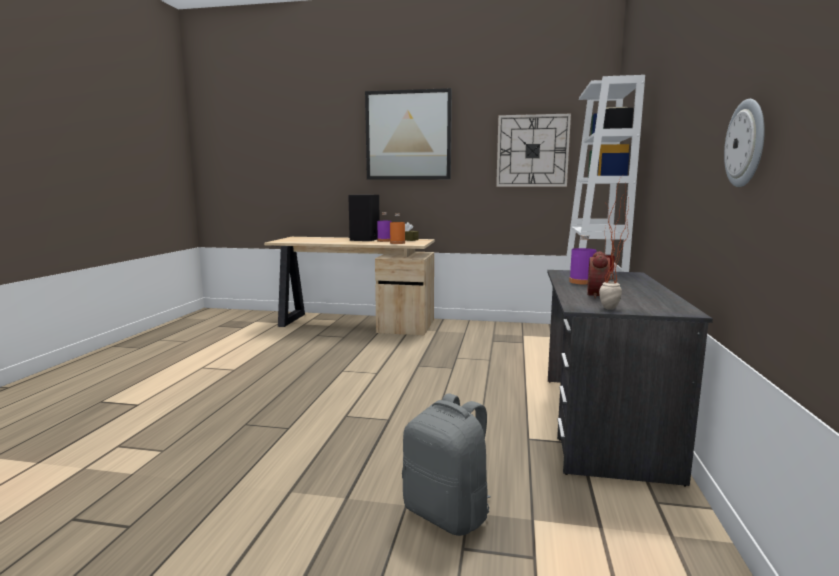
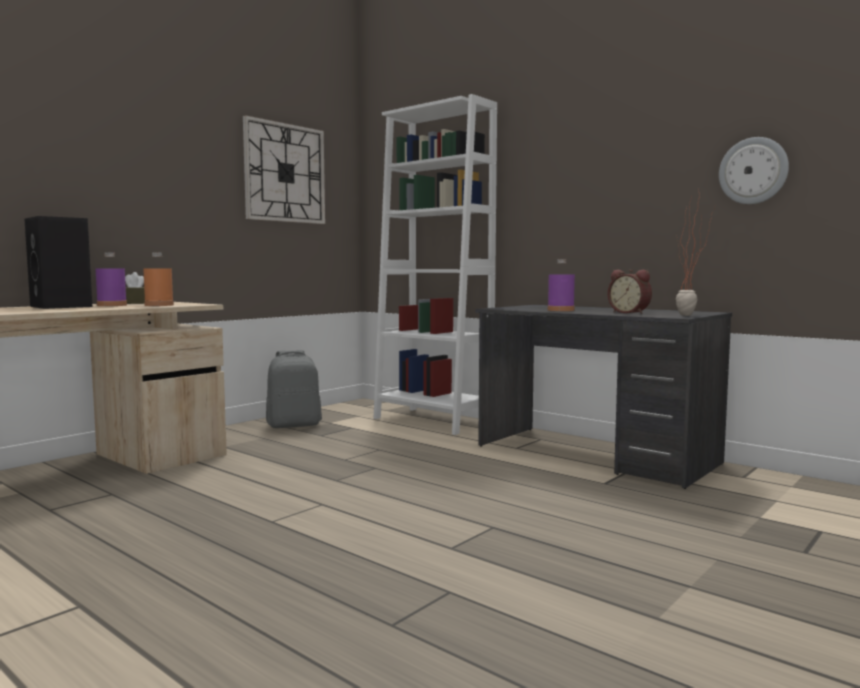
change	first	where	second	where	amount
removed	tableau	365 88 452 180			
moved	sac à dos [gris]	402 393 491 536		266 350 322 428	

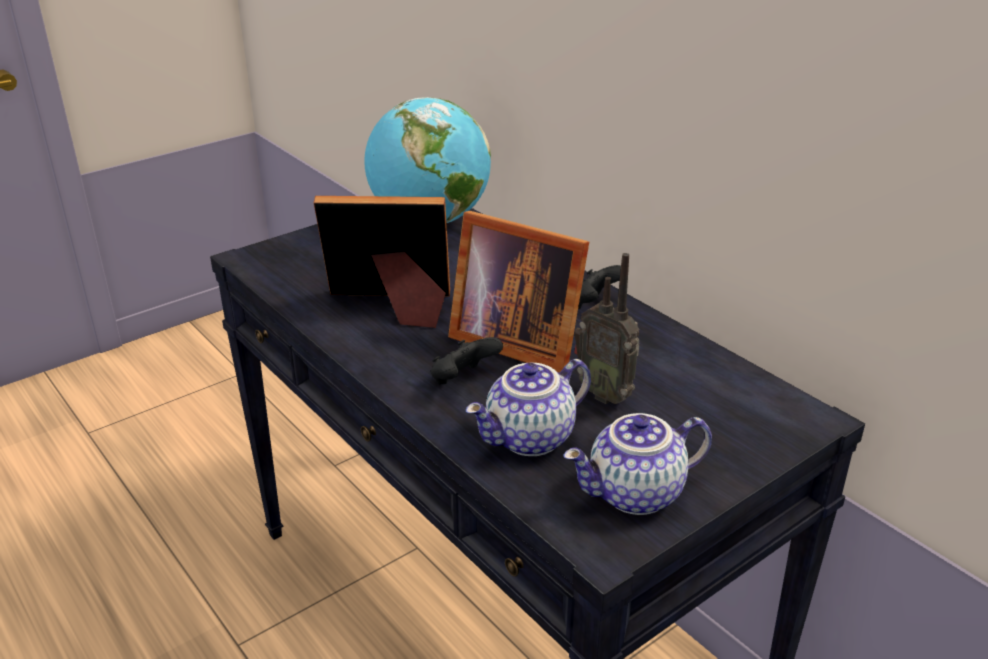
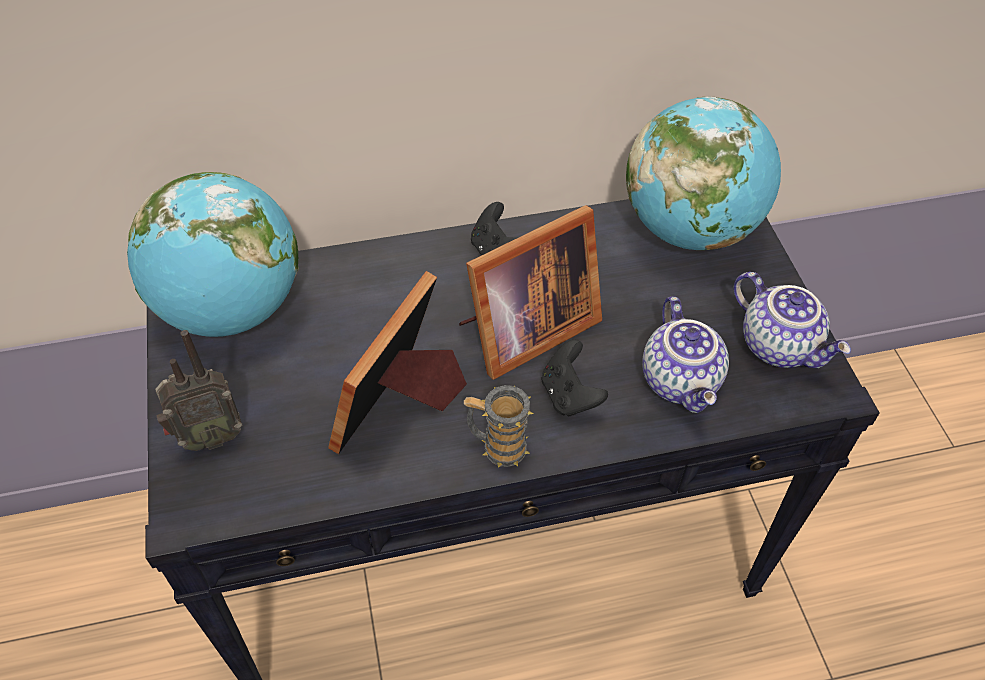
change	first	where	second	where	amount
moved	radio	574 253 639 404		155 330 242 451	
turned	théière	563 413 712 515		733 272 851 368	45 degrees counterclockwise
added			globe	626 97 781 250	
added			mug	464 385 533 468	

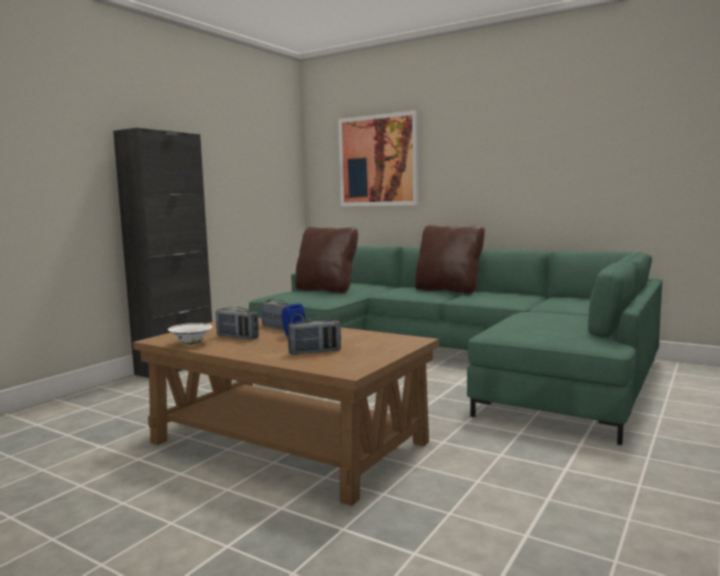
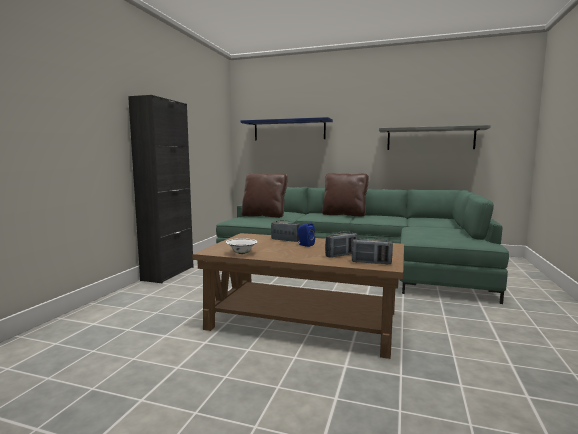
change	first	where	second	where	amount
replaced	tableau	338 110 419 206	étagère [bleu]	240 117 333 141	
moved	radio	216 307 259 339		352 237 393 265	
added			étagère [gris]	379 125 491 150	

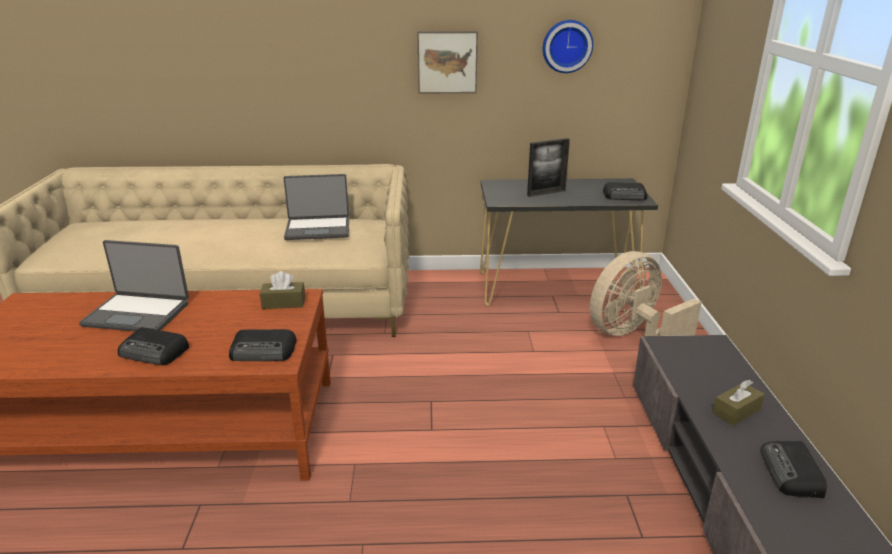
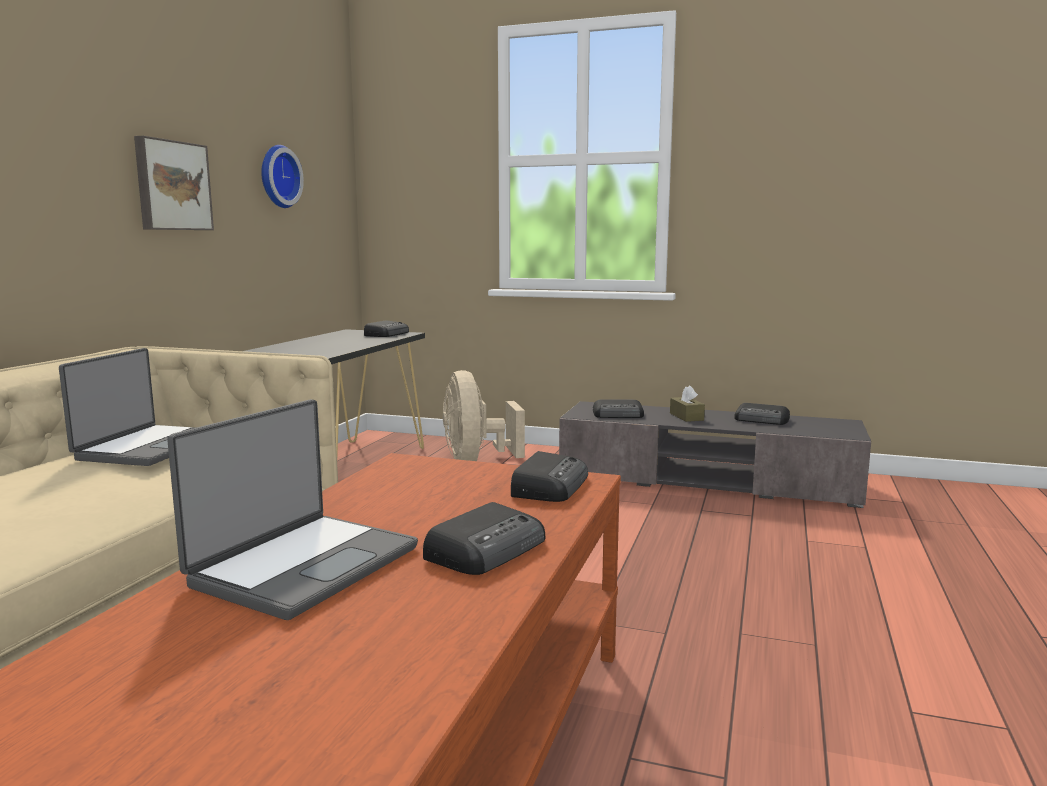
change	first	where	second	where	amount
removed	cadre photo	527 138 570 197			
removed	boîte à mouchoirs [marron]	260 271 305 309			
added			radio	593 399 644 418	

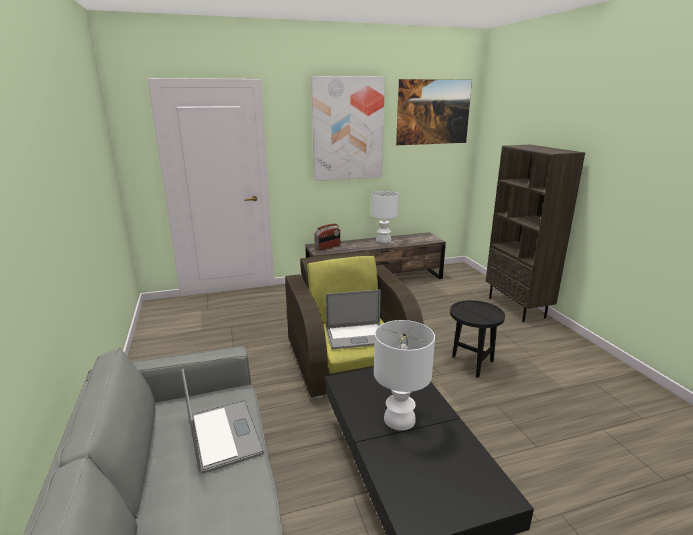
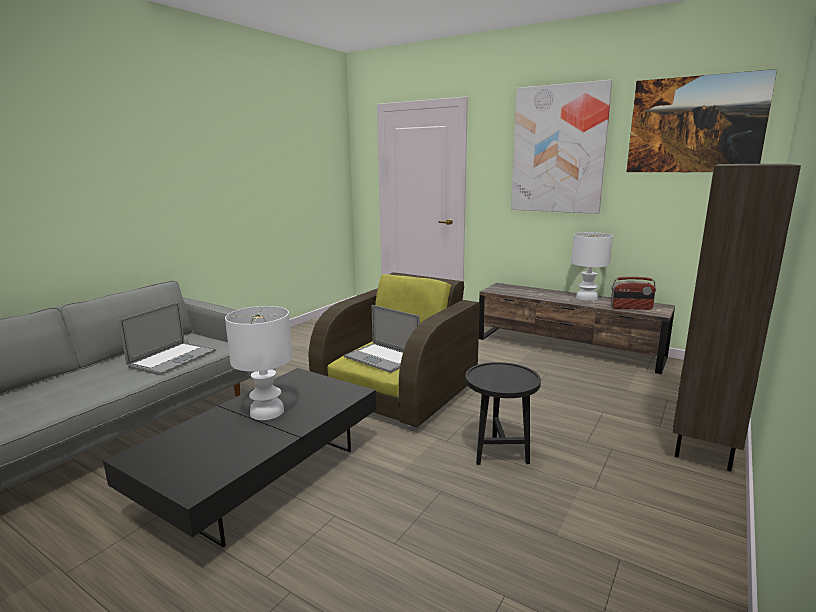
change	first	where	second	where	amount
moved	radio	314 224 340 251		611 277 656 310	

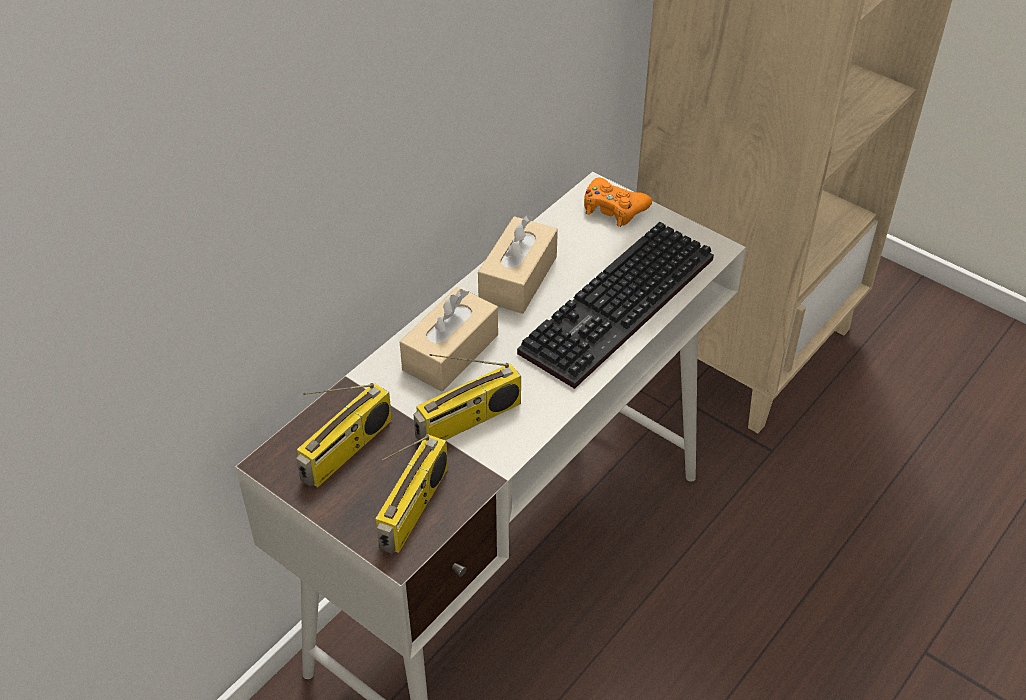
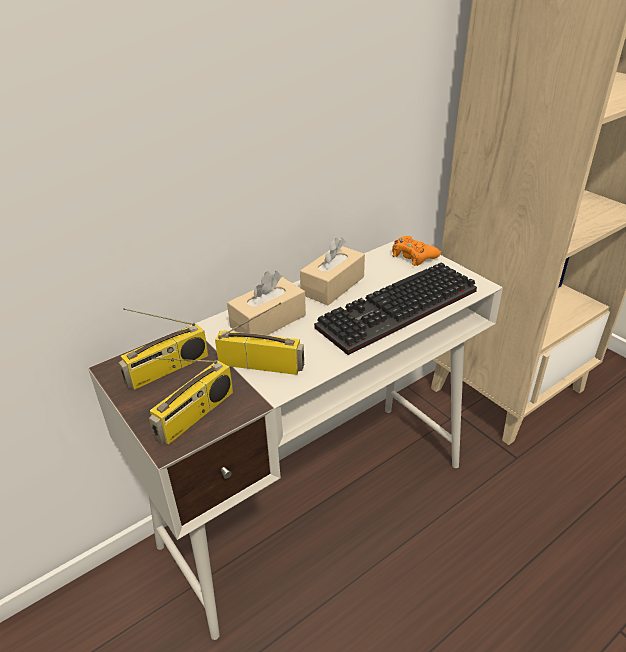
change	first	where	second	where	amount
turned	radio	413 354 521 443		215 303 304 375	150 degrees counterclockwise

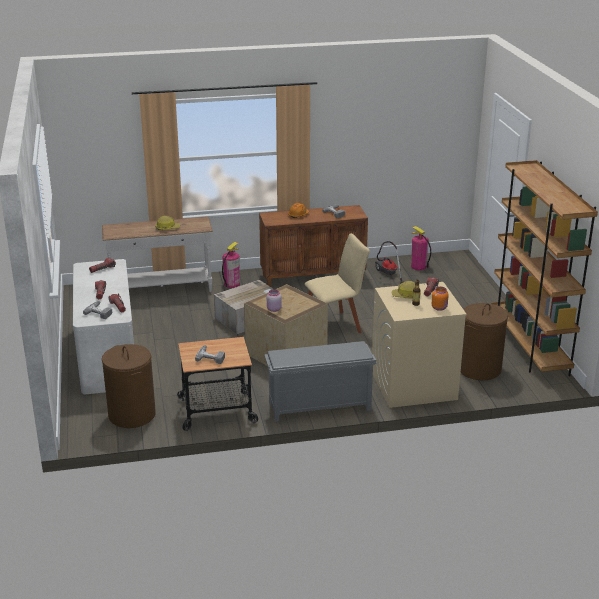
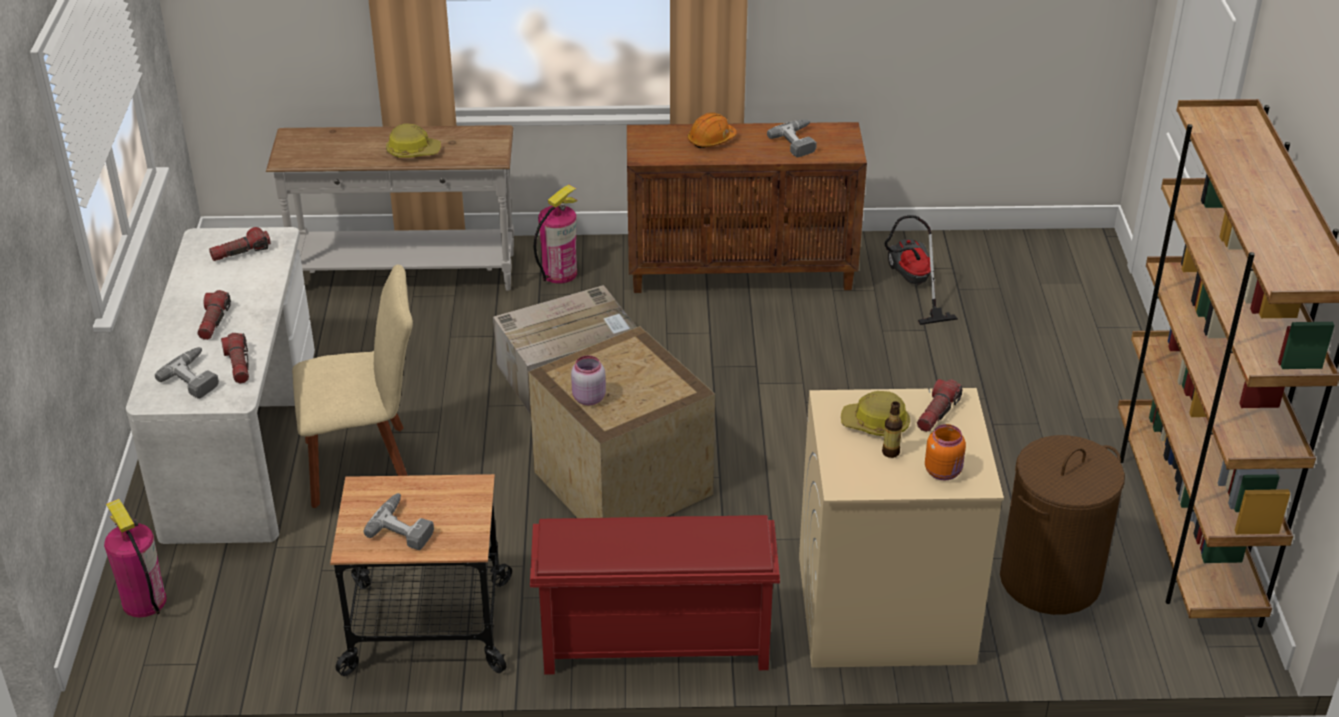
change	first	where	second	where	amount
moved	extincteur	411 226 431 270		104 499 167 617	
moved	chaise [beige]	305 233 370 333		292 264 413 508	
recoloured	étagère à chaussures [gris]	264 341 376 422	étagère à chaussures [rouge]	530 515 780 675	
removed	panier à linge [marron]	102 344 156 428			

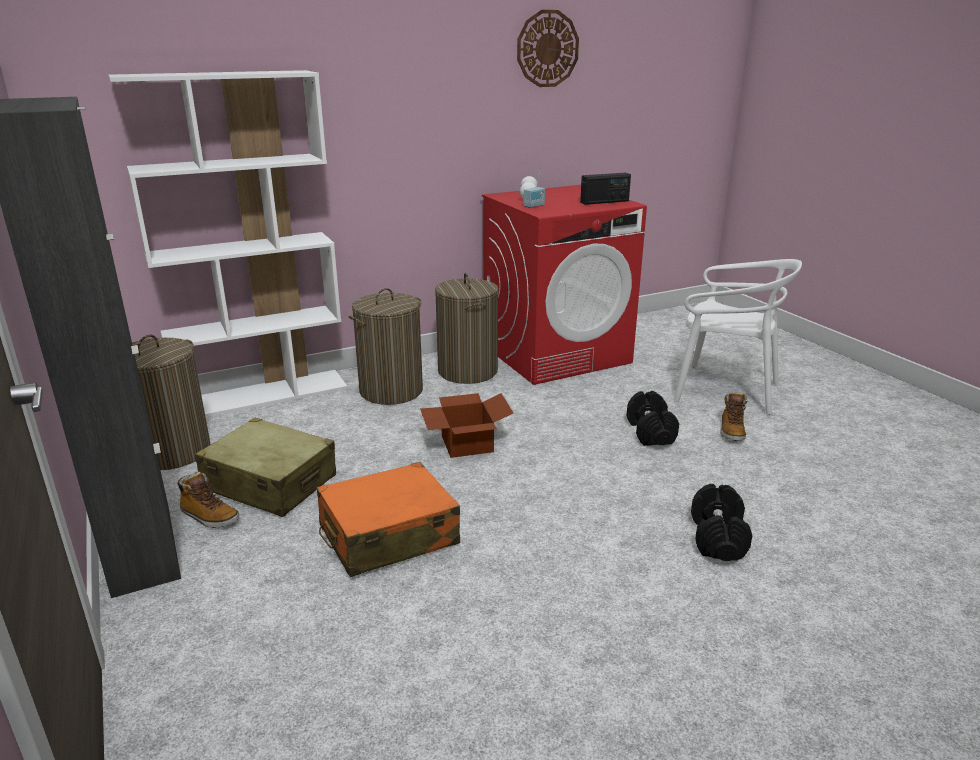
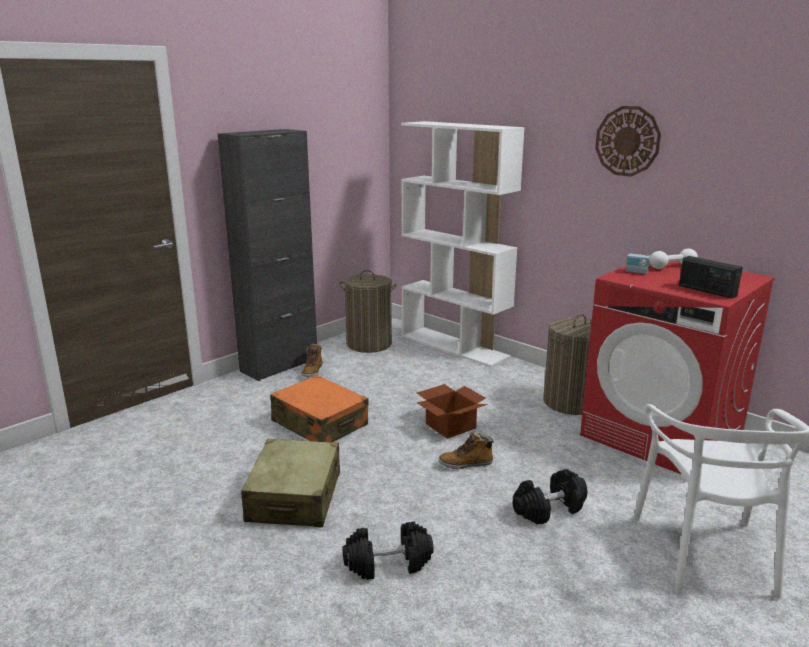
change	first	where	second	where	amount
moved	horloge murale	517 10 579 87		595 106 661 177	
removed	panier à linge	349 288 423 405			
moved	botte	720 392 747 441		439 431 495 469	
moved	valise [beige]	195 417 336 517		241 439 340 527	

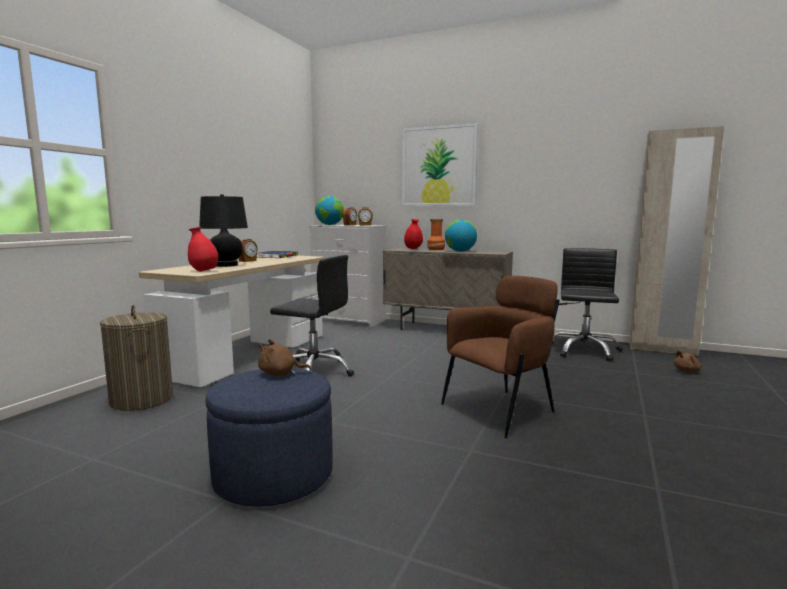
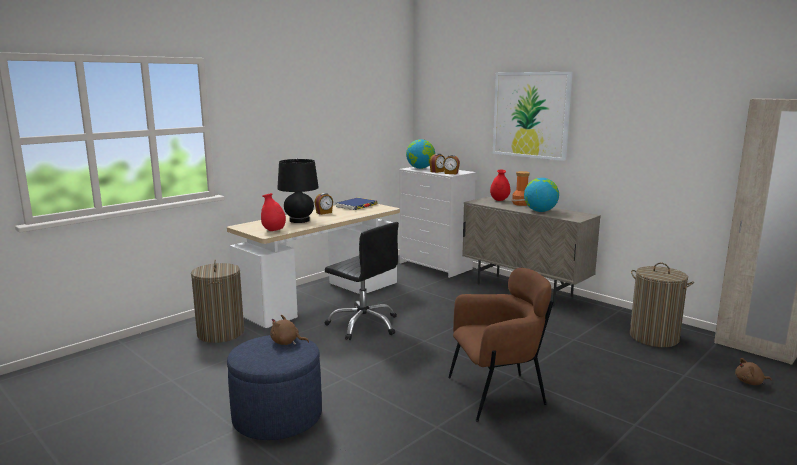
change	first	where	second	where	amount
replaced	chaise de bureau [noir]	552 248 623 361	panier à linge	630 262 694 347	

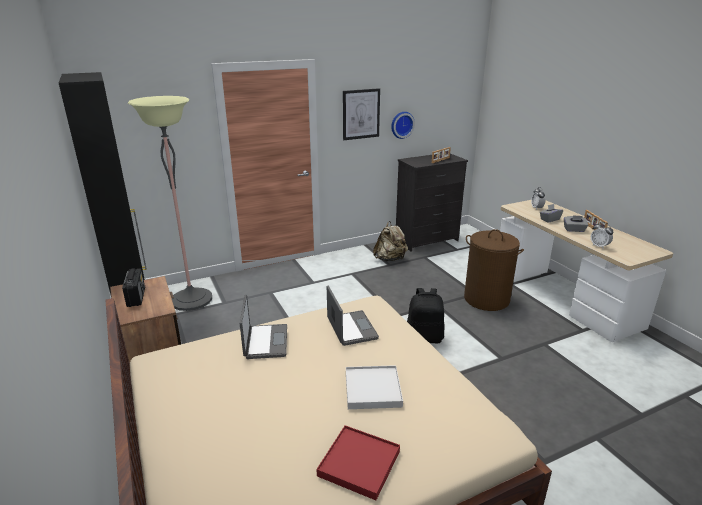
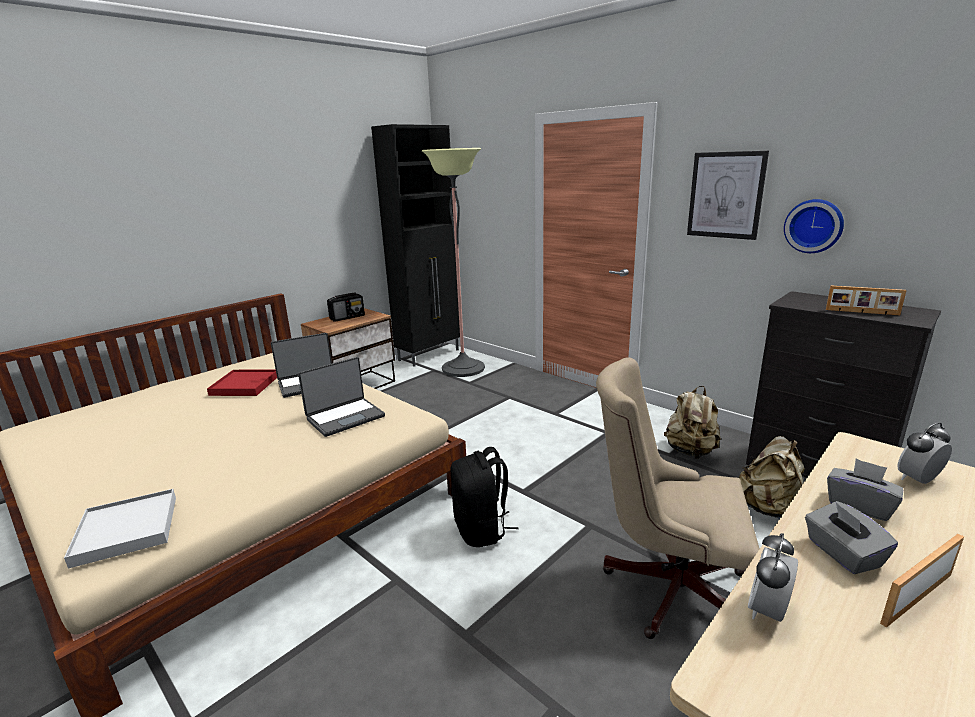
change	first	where	second	where	amount
replaced	panier à linge [marron]	464 229 524 311	chaise de bureau [beige]	596 357 760 639	
moved	plateau [blanc]	346 365 403 409		64 489 176 569	
moved	plateau [rouge]	316 425 400 500		207 370 277 396	
added			sac à dos [beige]	739 436 805 519	

